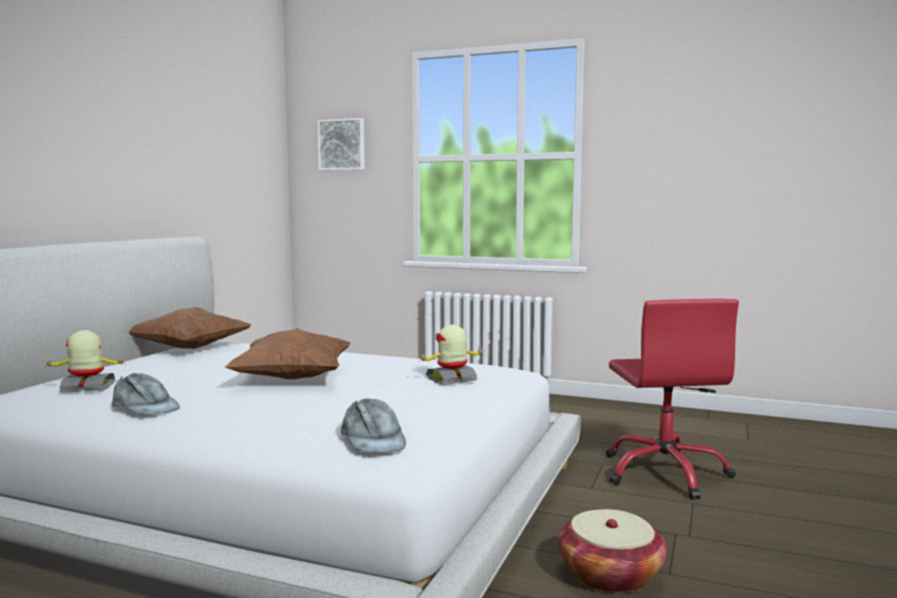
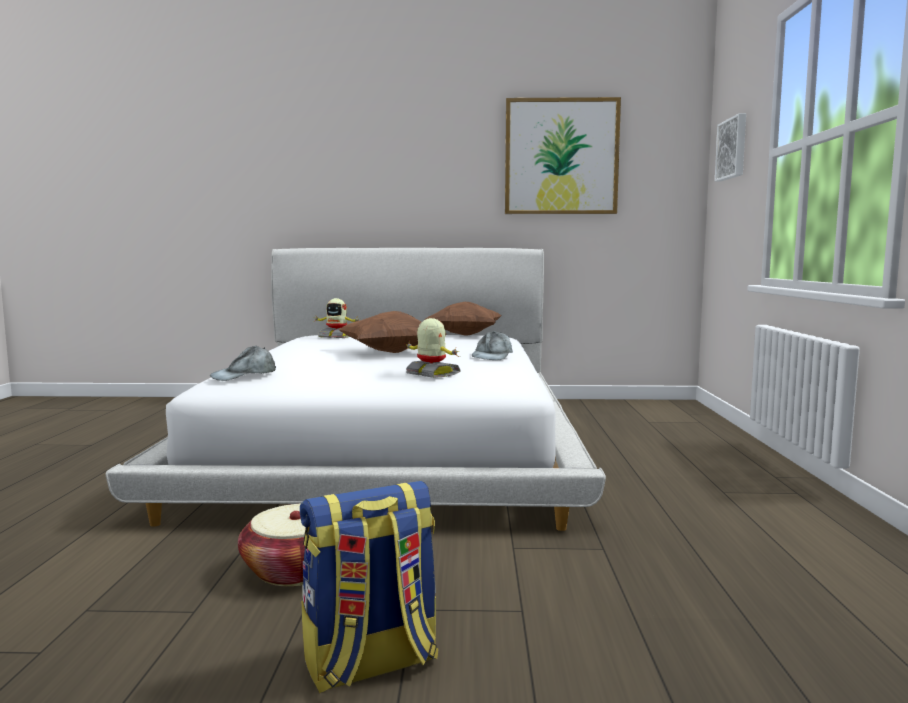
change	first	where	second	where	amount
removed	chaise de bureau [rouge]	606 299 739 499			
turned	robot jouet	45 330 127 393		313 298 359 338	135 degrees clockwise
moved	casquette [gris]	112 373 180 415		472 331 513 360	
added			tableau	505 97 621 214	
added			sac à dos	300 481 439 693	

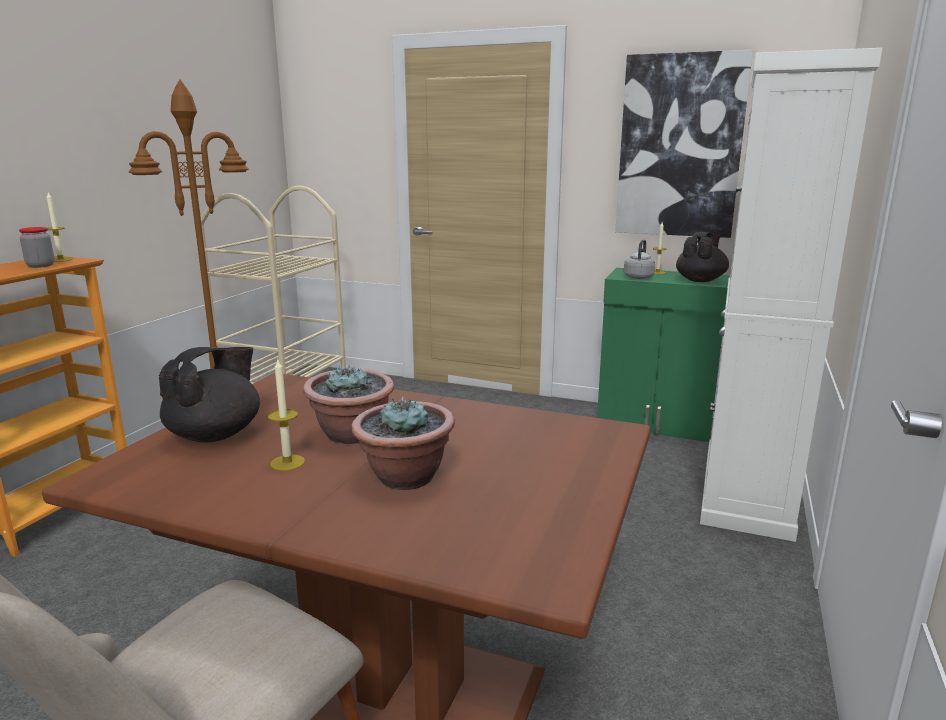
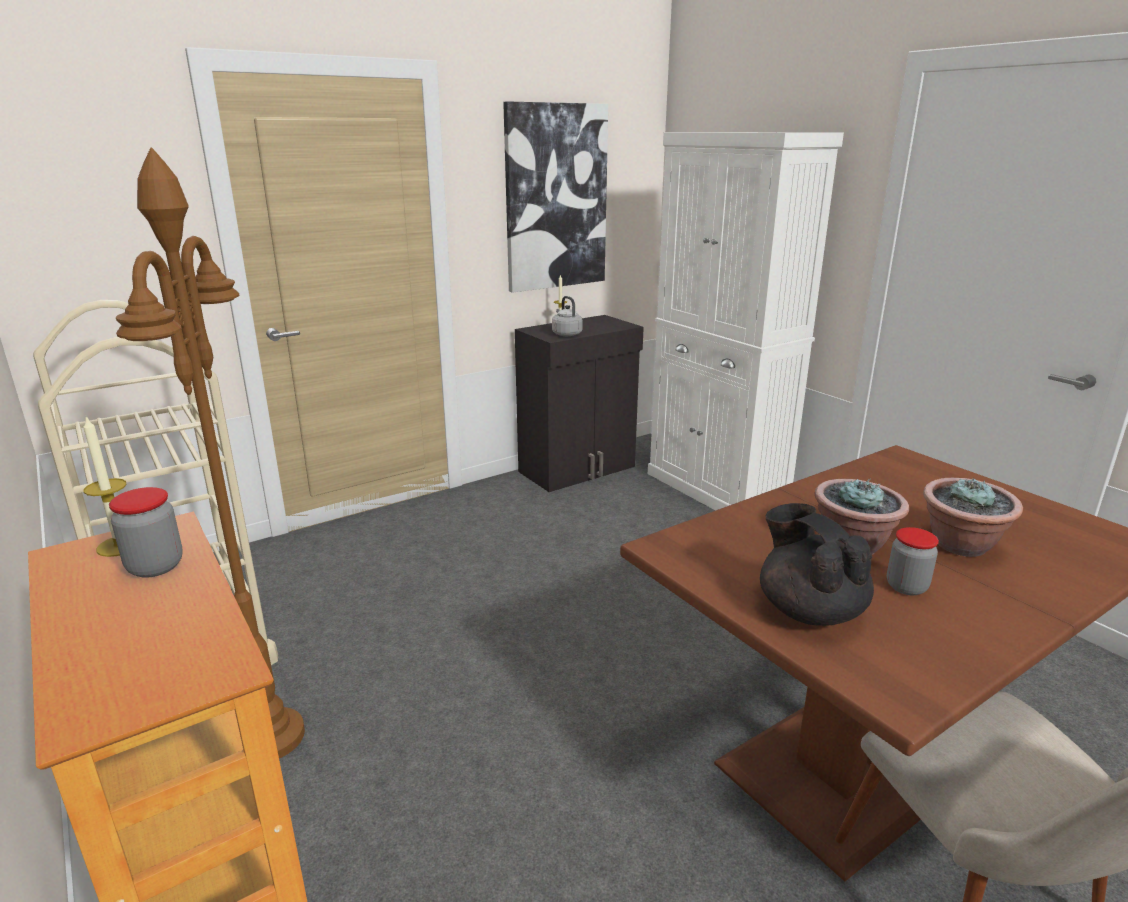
change	first	where	second	where	amount
removed	théière [noir]	676 232 729 282			
recoloured	meuble de rangement [vert]	597 268 729 442	meuble de rangement [noir]	515 315 644 492	
replaced	bougie	268 360 305 471	bocal	887 527 939 595	

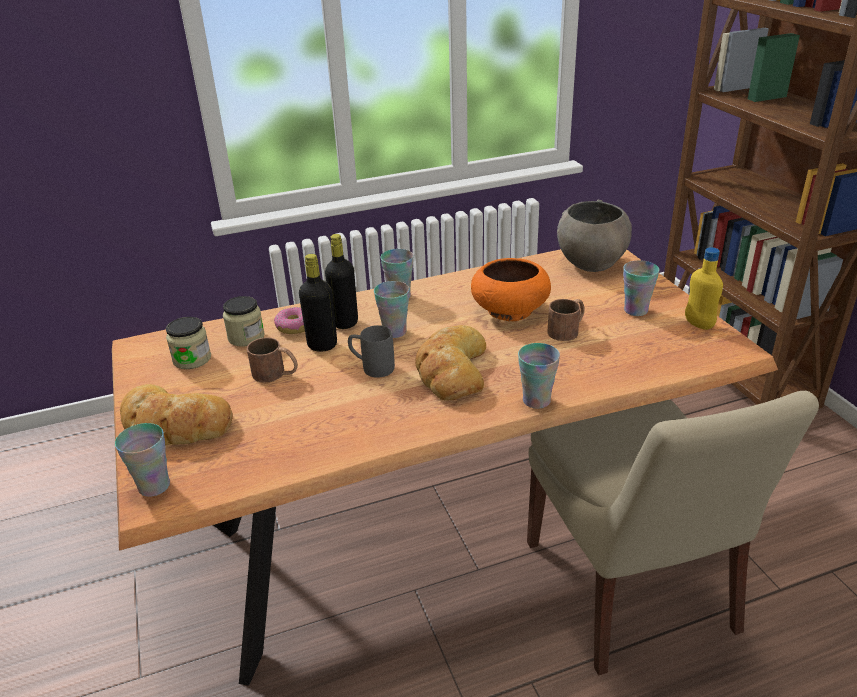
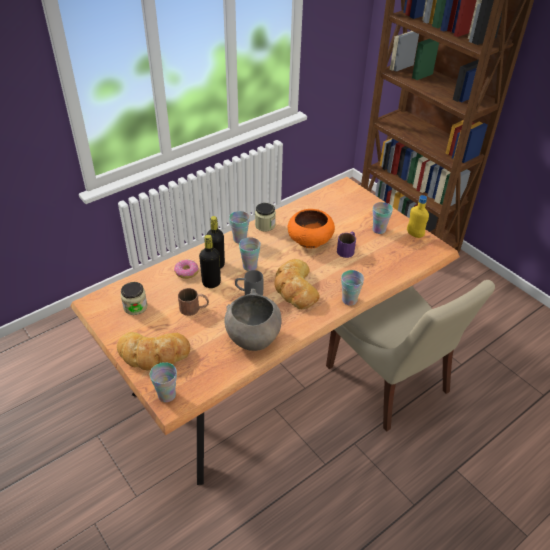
change	first	where	second	where	amount
moved	bol [gris]	557 200 632 272		224 289 282 351	
moved	bocal	223 296 265 347		255 203 276 231	
recoloured	mug [marron]	547 299 585 341	mug [violet]	337 232 356 258	

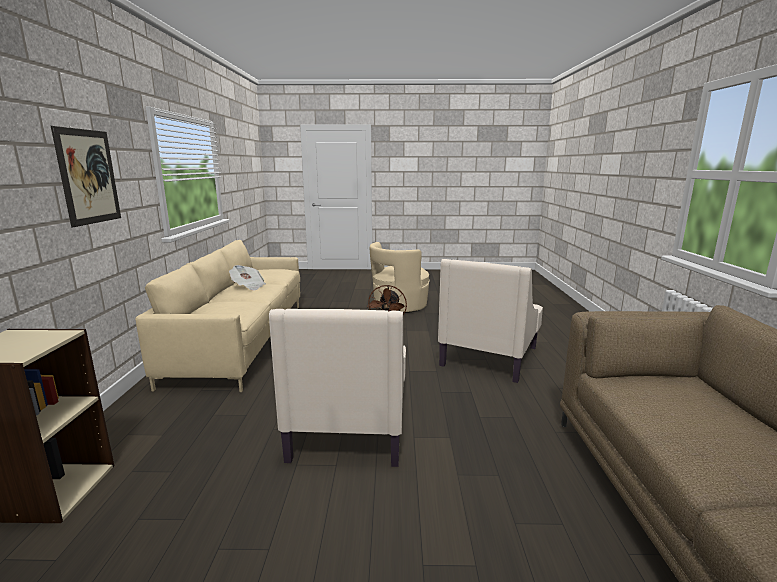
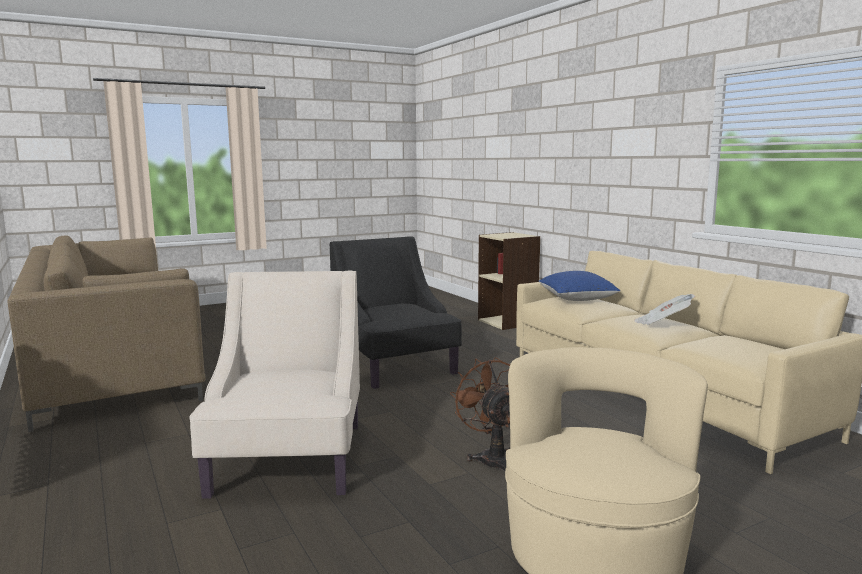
change	first	where	second	where	amount
removed	tableau	51 126 121 227			
recoloured	fauteuil [beige]	269 309 406 467	fauteuil [noir]	330 236 462 389	
added			coussin [bleu]	538 271 621 301	

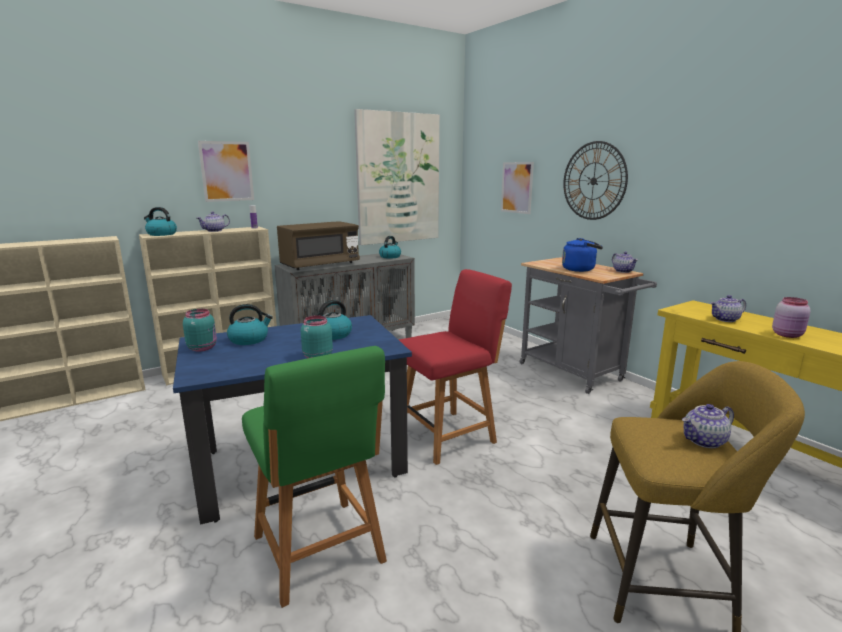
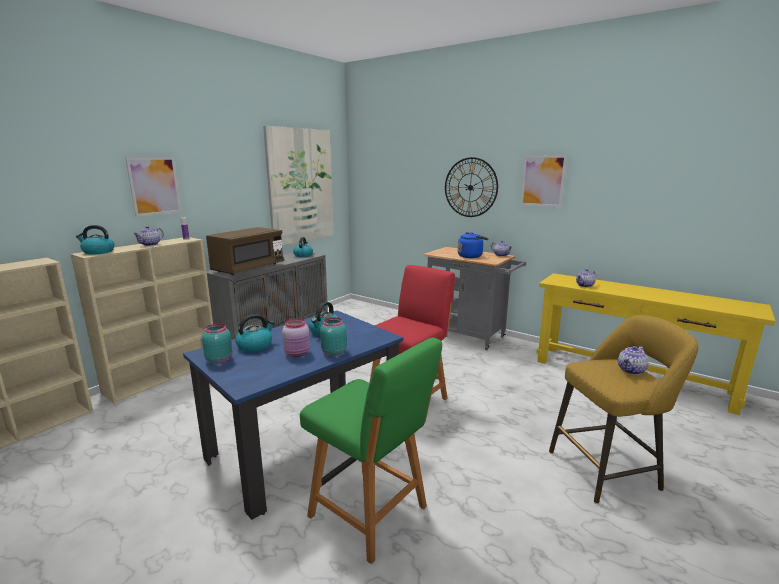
change	first	where	second	where	amount
moved	tableau	501 162 534 214		520 155 567 207	
moved	bocal [rose]	772 297 810 338		282 318 310 357	

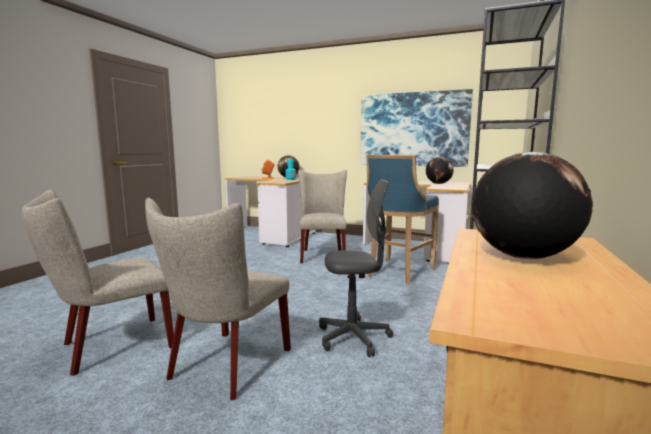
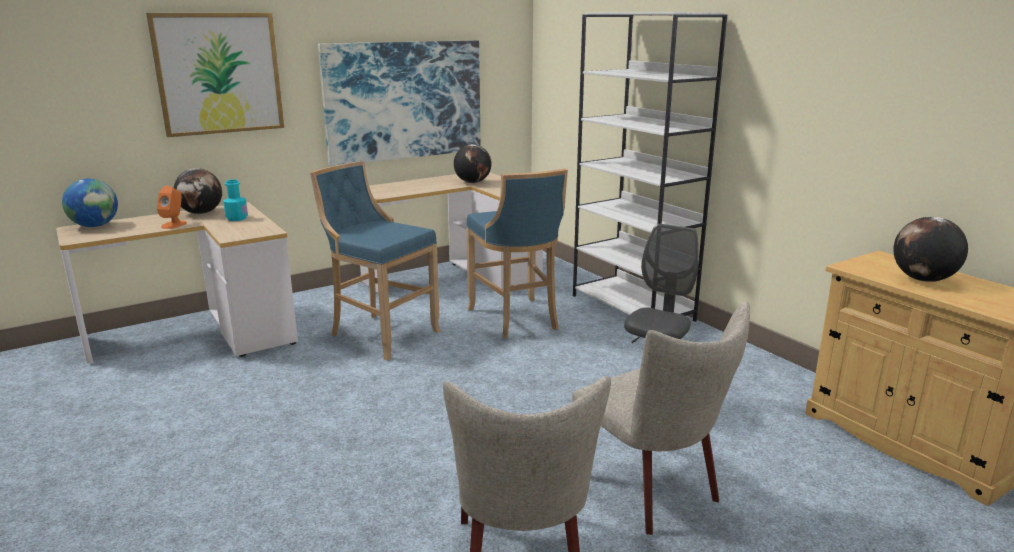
change	first	where	second	where	amount
replaced	chaise [beige]	298 170 347 263	tabouret [bleu]	310 161 441 361	
added			tableau	146 13 284 137	
added			globe	62 179 118 227	

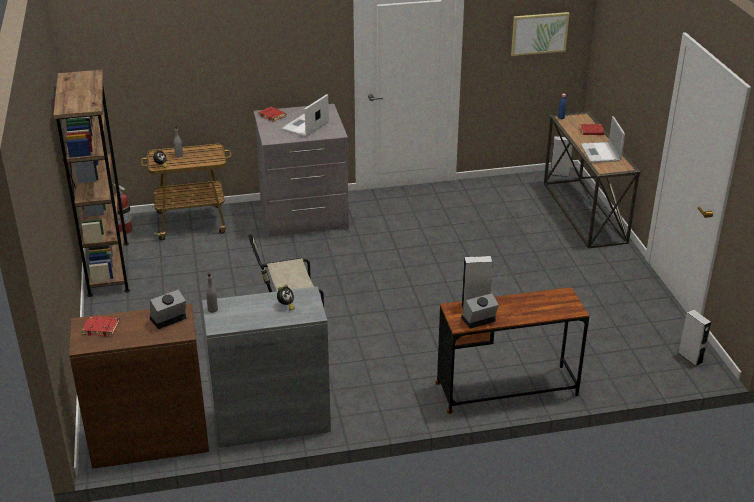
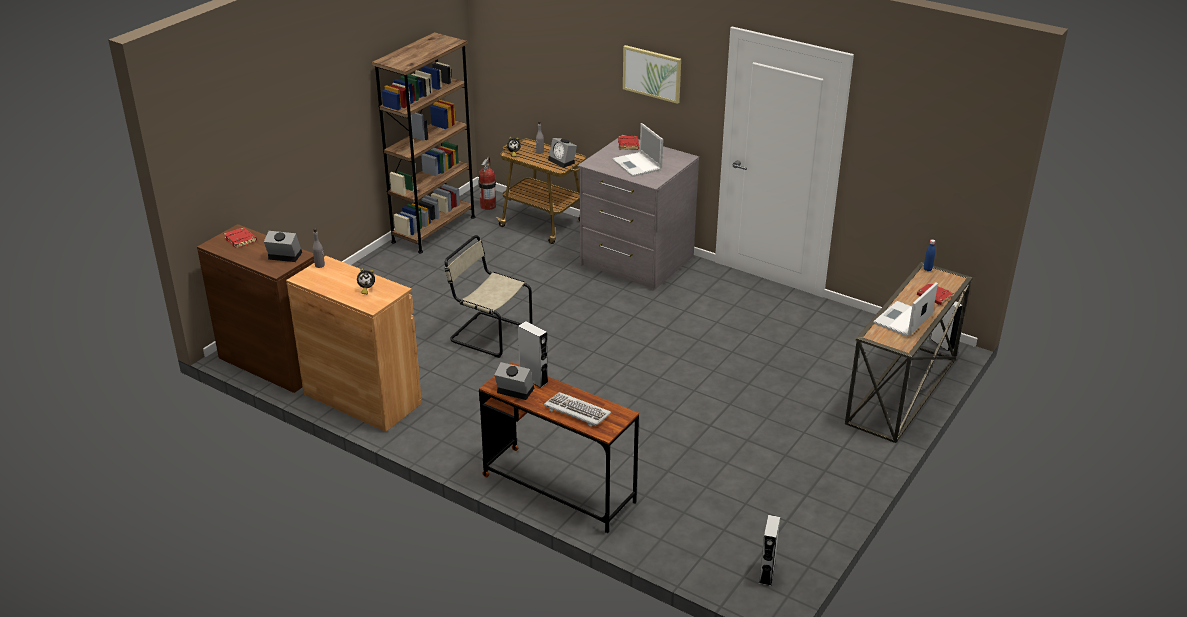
change	first	where	second	where	amount
moved	tableau	511 12 570 56		623 45 681 104	
turned	ordinateur portable	281 94 329 137		612 123 663 177	105 degrees counterclockwise
recoloured	meuble de rangement [gris]	202 287 331 448	meuble de rangement [marron]	286 256 422 432	
added			réveil	548 138 577 168	
added			clavier	544 392 611 427	

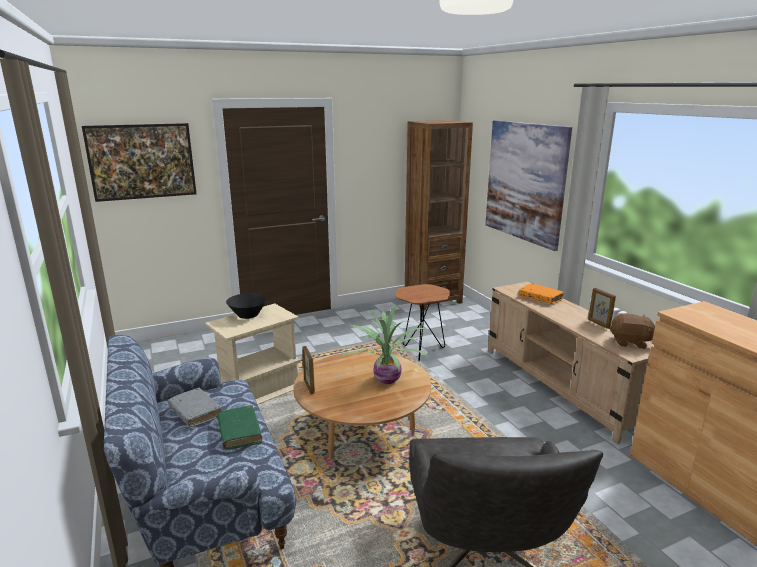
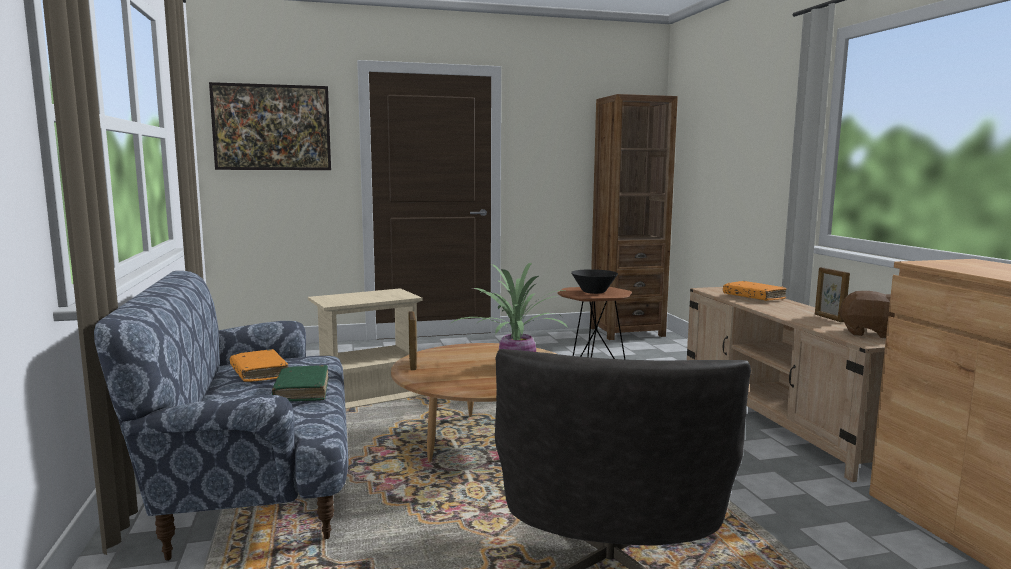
change	first	where	second	where	amount
removed	tableau	485 120 572 251			
moved	bol [noir]	226 293 267 319		571 269 618 294	
recoloured	livre [gris]	168 388 222 427	livre [orange]	230 349 288 382	

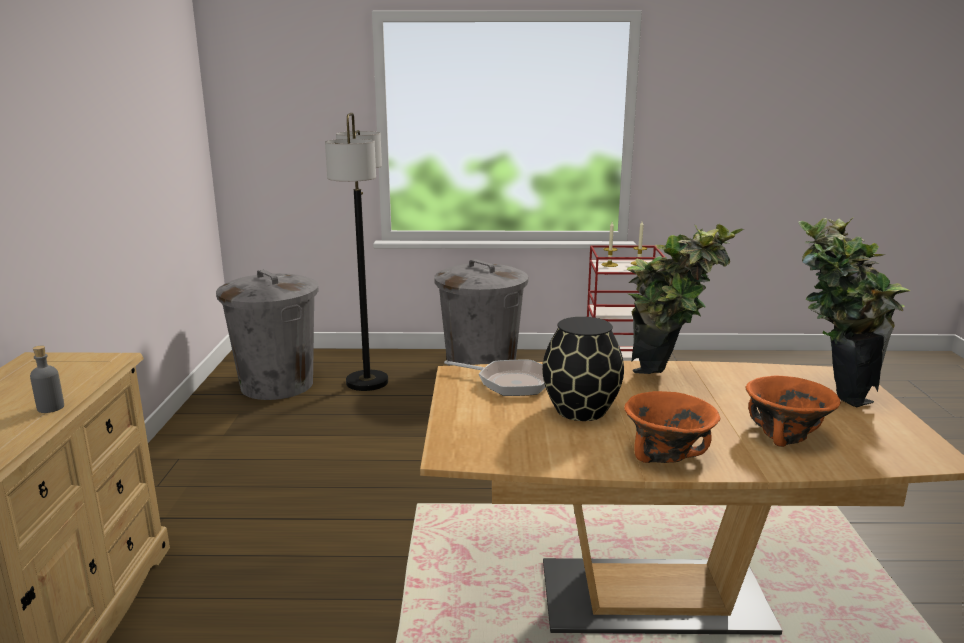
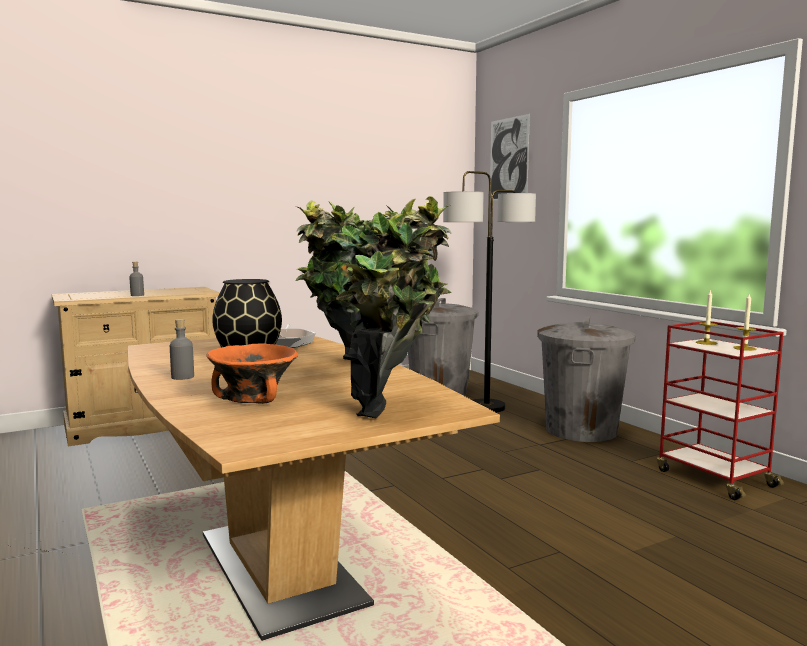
change	first	where	second	where	amount
replaced	bol [orange]	624 391 720 463	bouteille [gris]	170 319 194 380	
added			tableau	490 114 530 201	

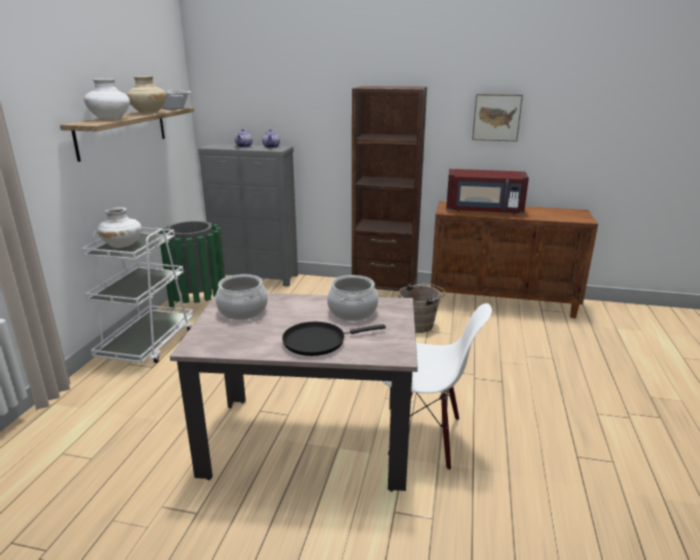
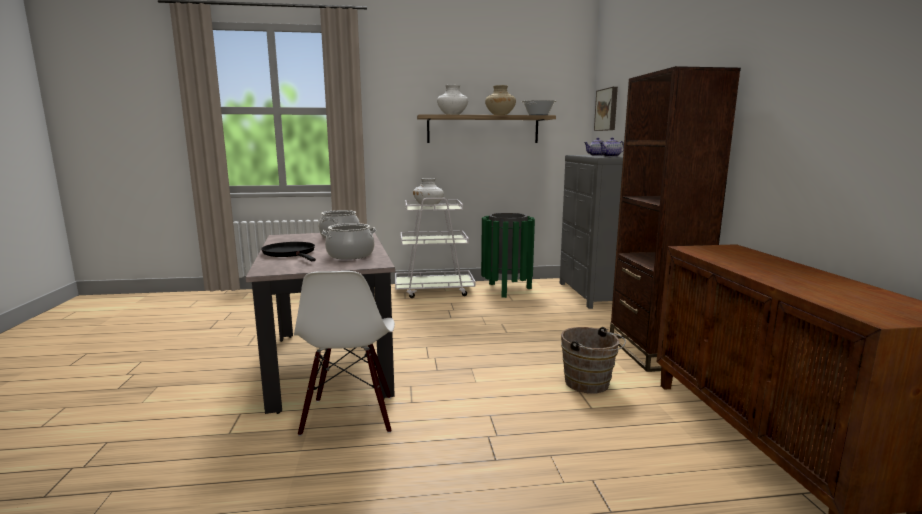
change	first	where	second	where	amount
moved	tableau	472 94 523 141		594 87 618 131	
removed	micro-ondes [rouge]	446 169 529 214			

